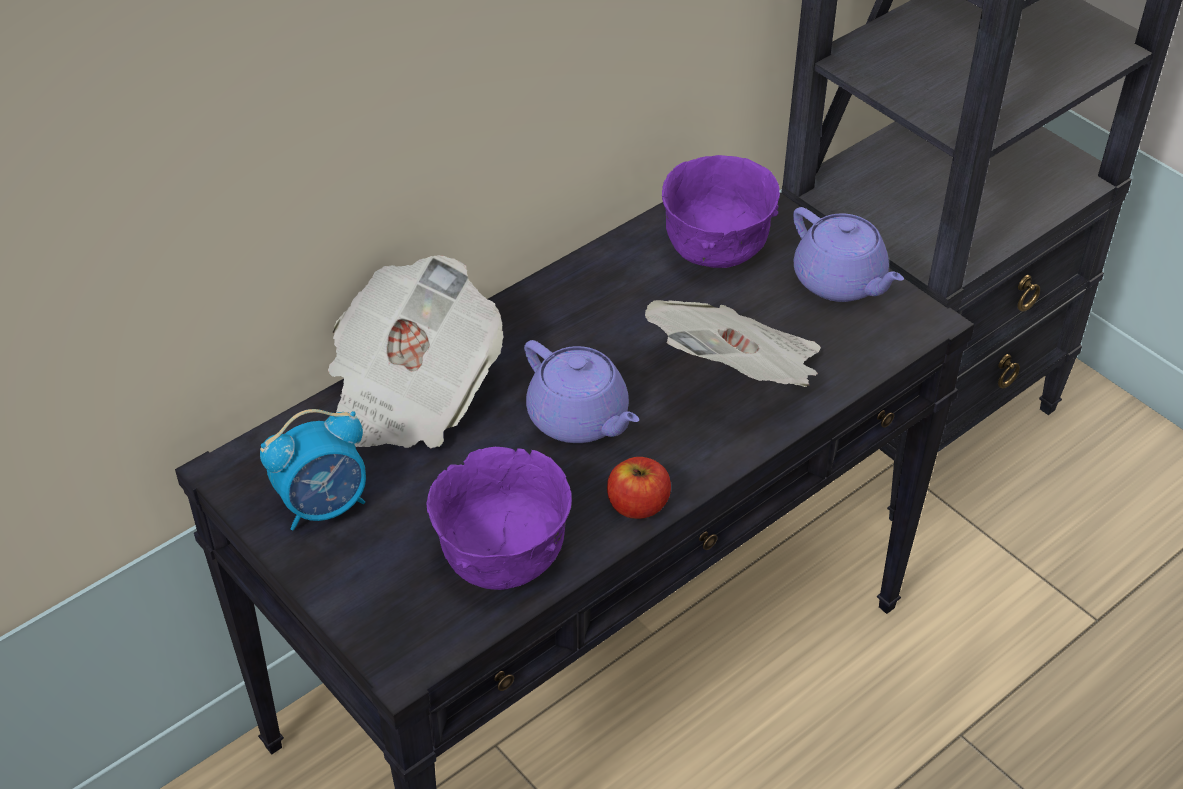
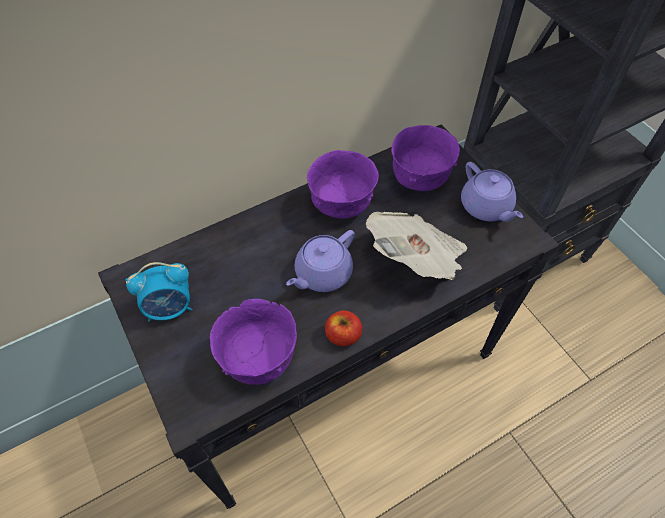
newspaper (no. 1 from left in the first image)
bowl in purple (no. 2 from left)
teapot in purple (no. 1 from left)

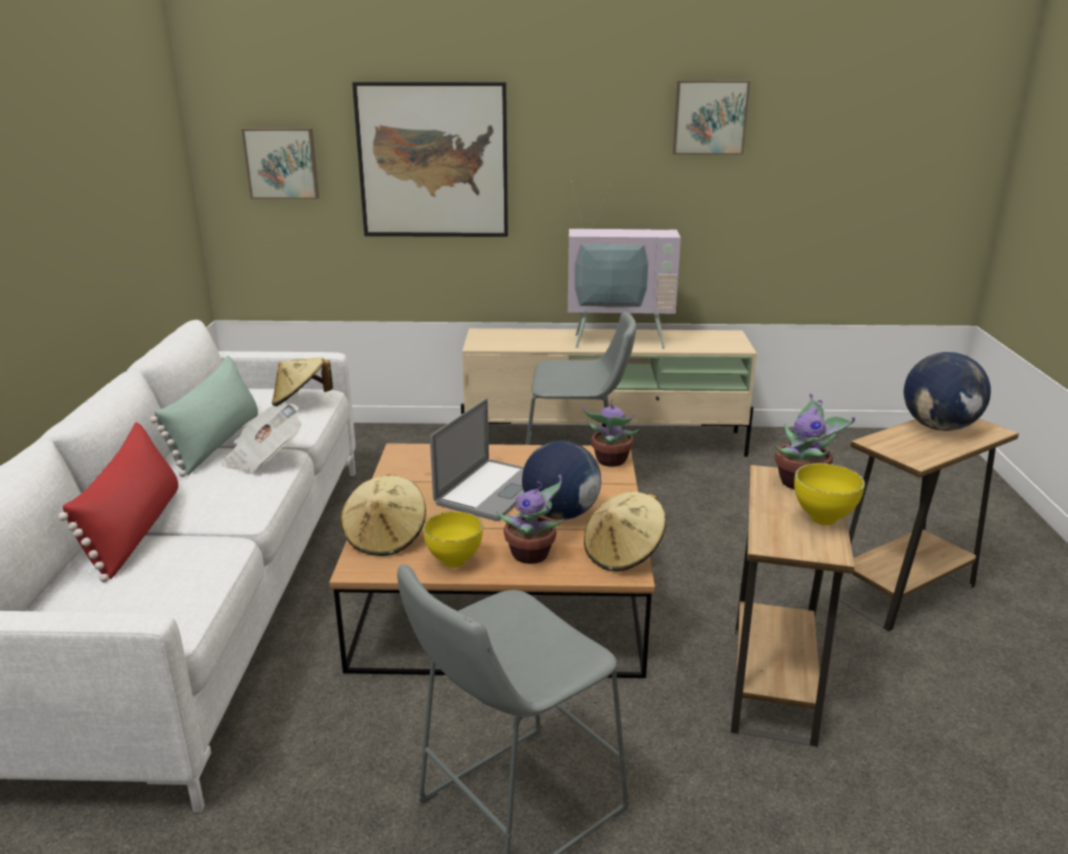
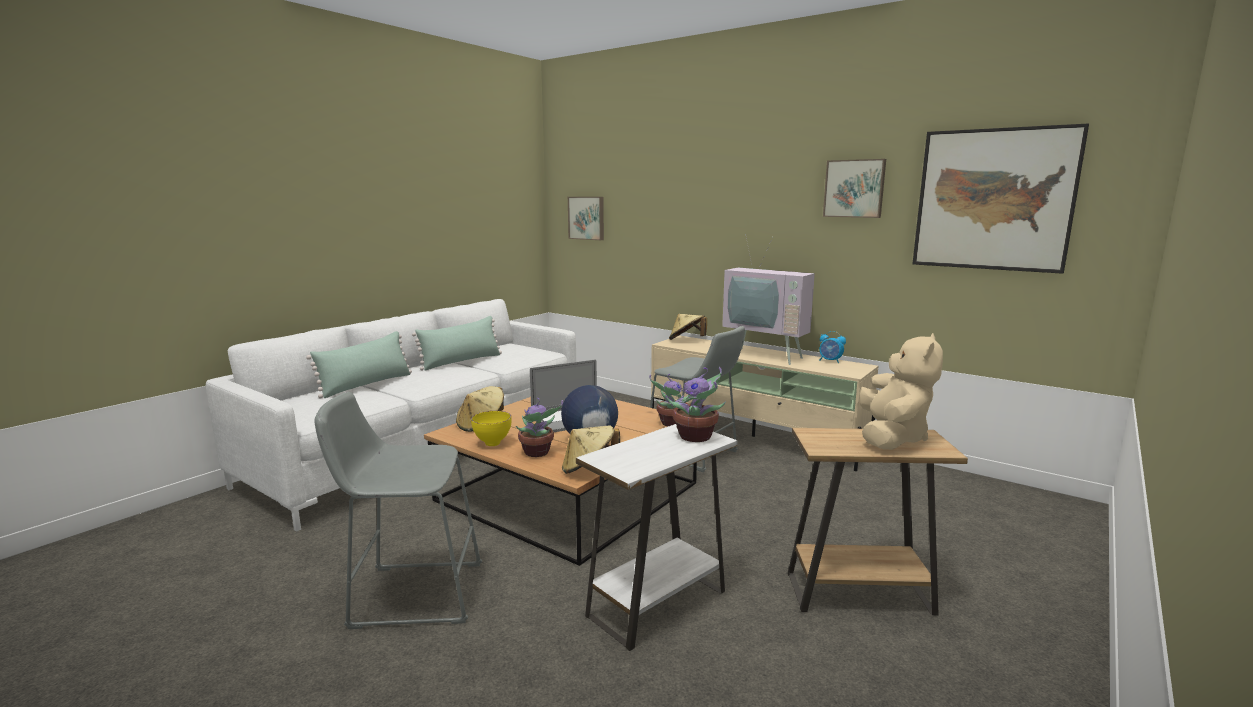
newspaper
bowl in yellow (no. 2 from left in the first image)
alarm clock
hat in beige (no. 3 from left)
picture (no. 3 from left)
plush toy in beige
pillow in green (no. 1 from left)
side table in white

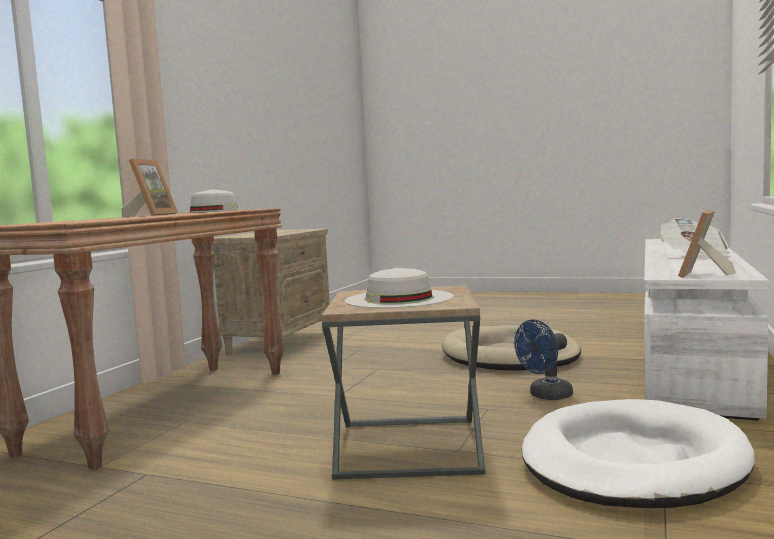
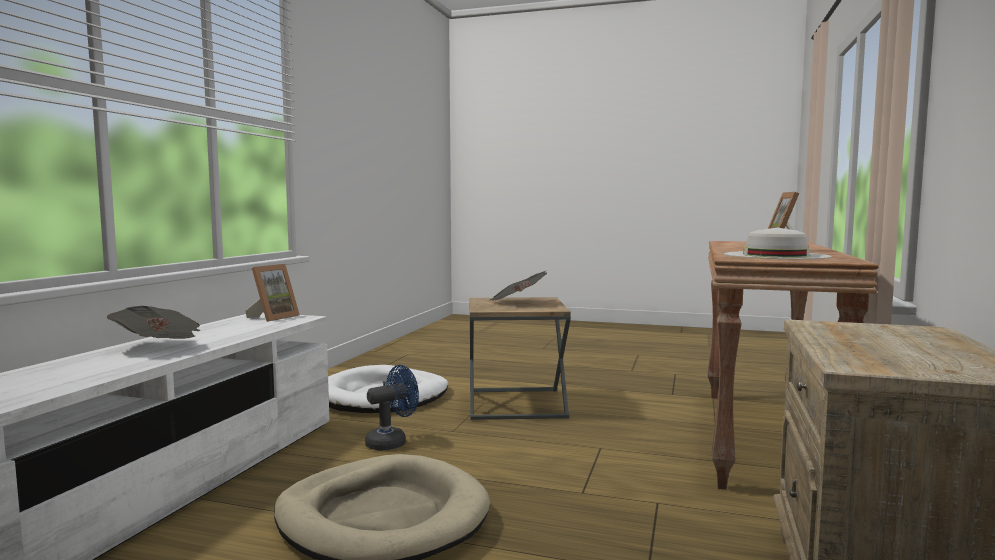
newspaper (no. 2 from left)

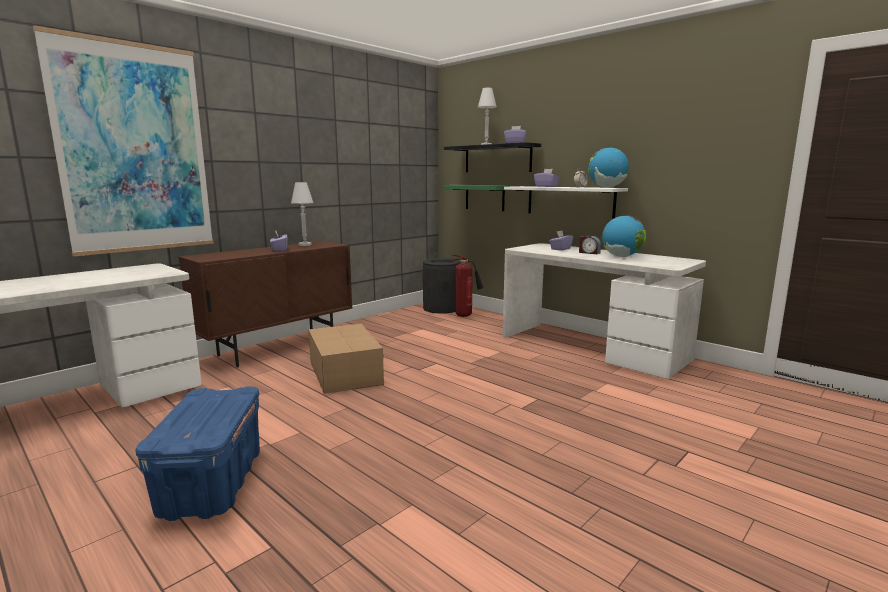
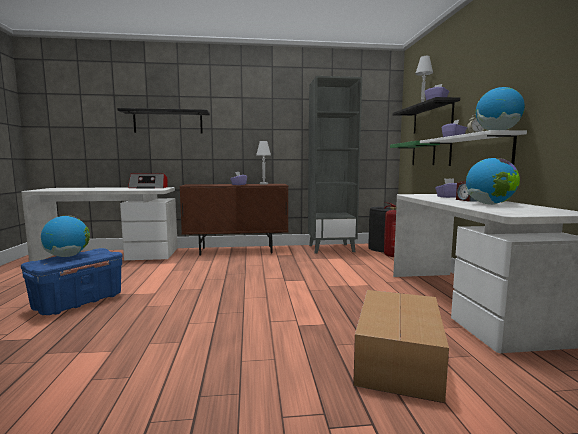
globe (no. 1 from left)
radio
bookcase in grey
cardboard box
shelf in black (no. 1 from left)

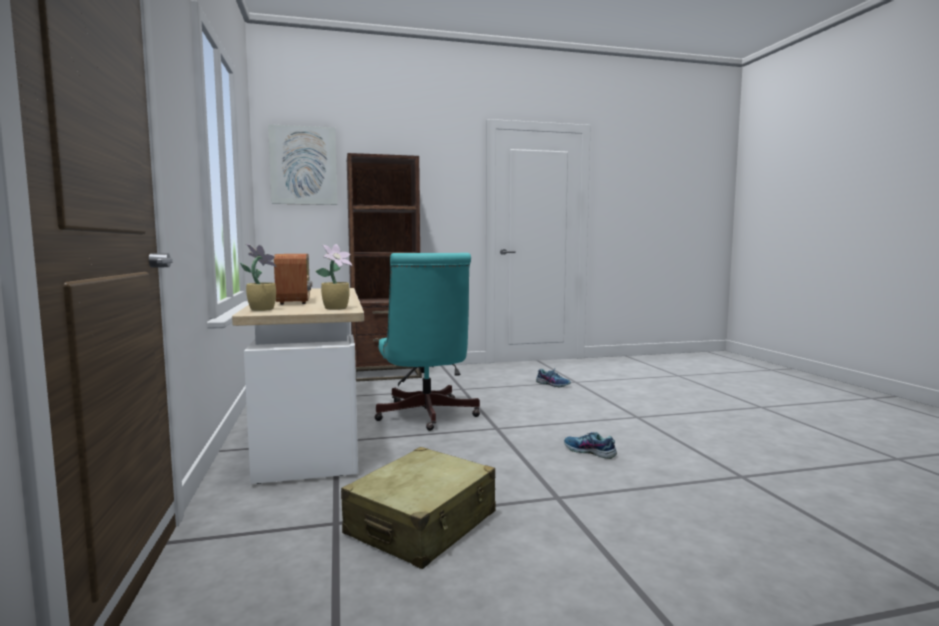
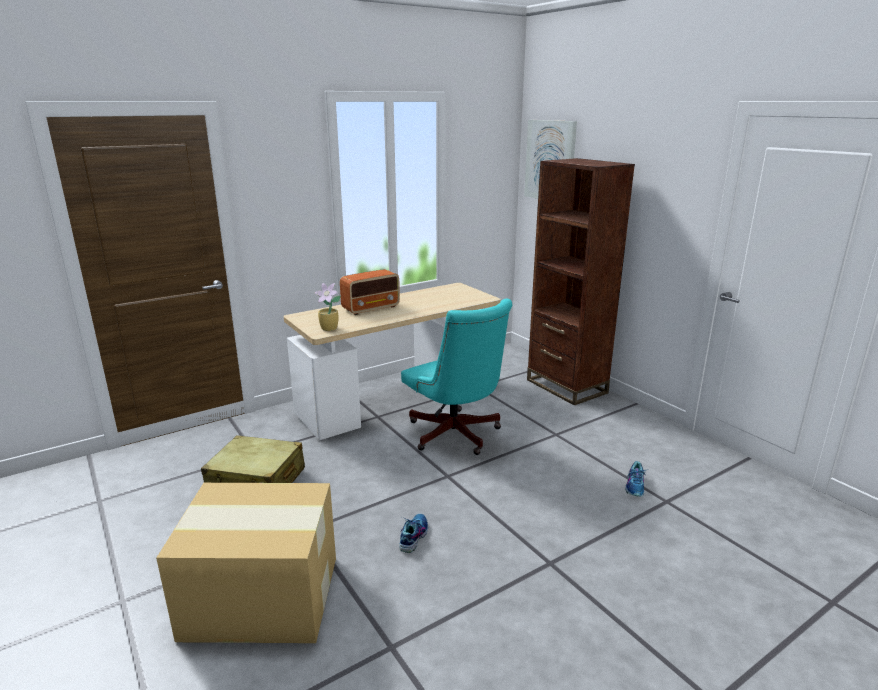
potted plant (no. 1 from left in the first image)
cardboard box
office chair in turquoise

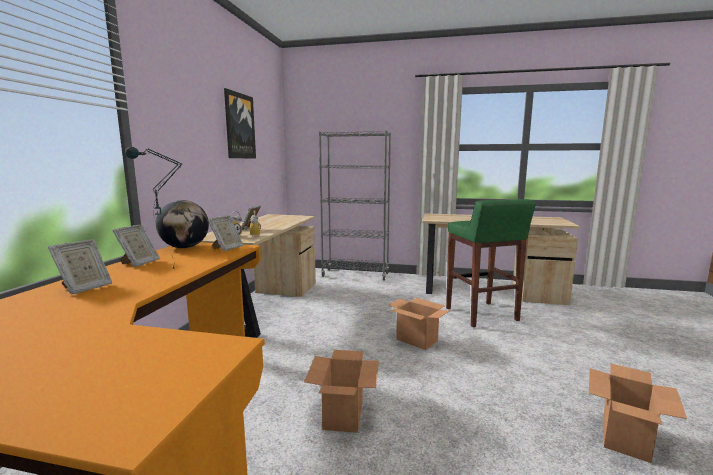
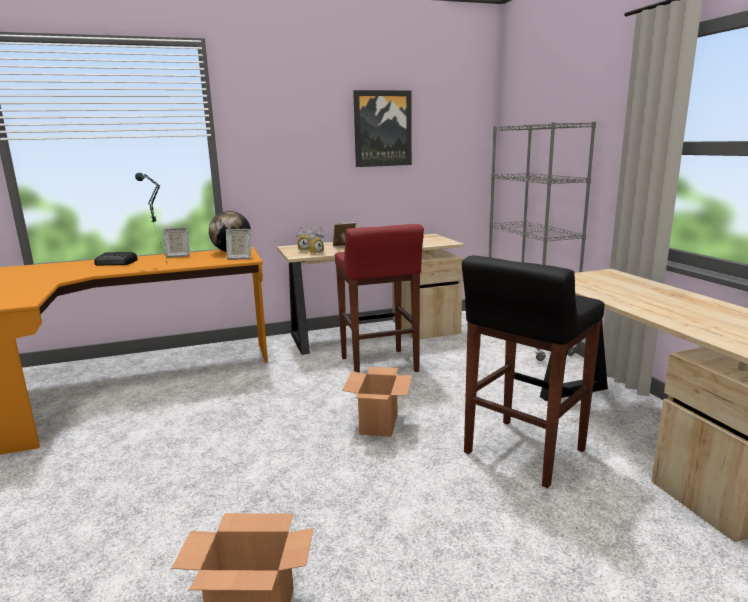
cardboard box (no. 1 from left in the first image)
stool in red
radio
stool in black

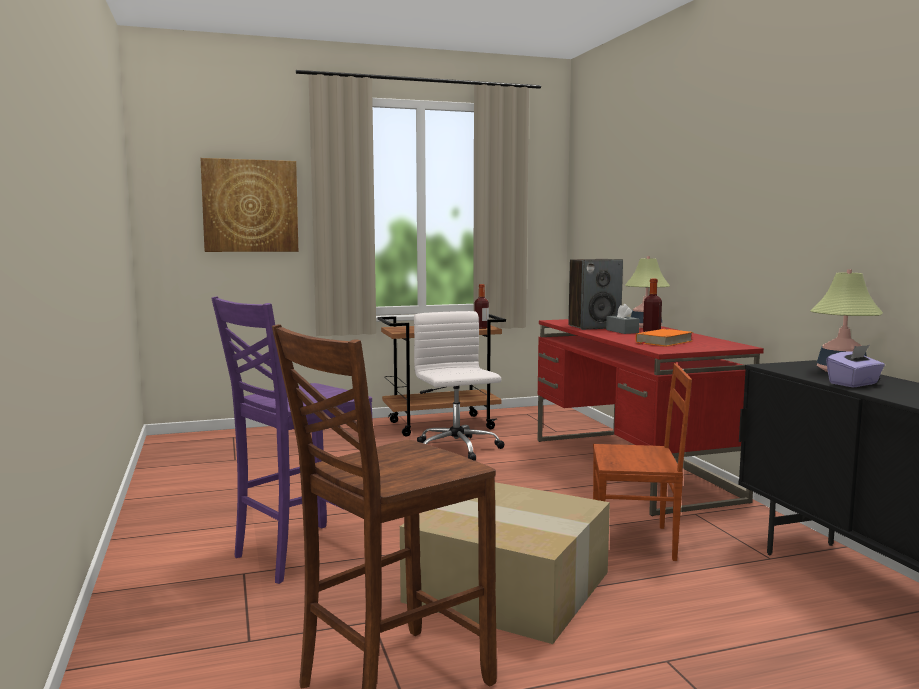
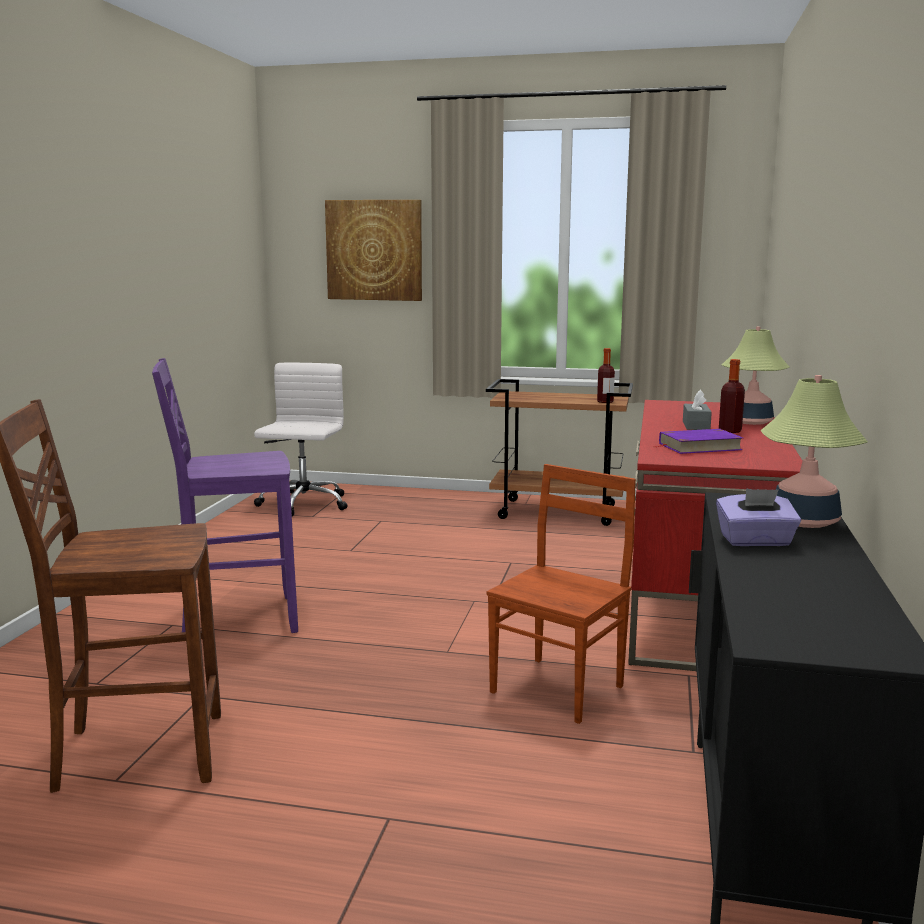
cardboard box
speaker
office chair in white
book in purple
chair in brown (no. 2 from left)

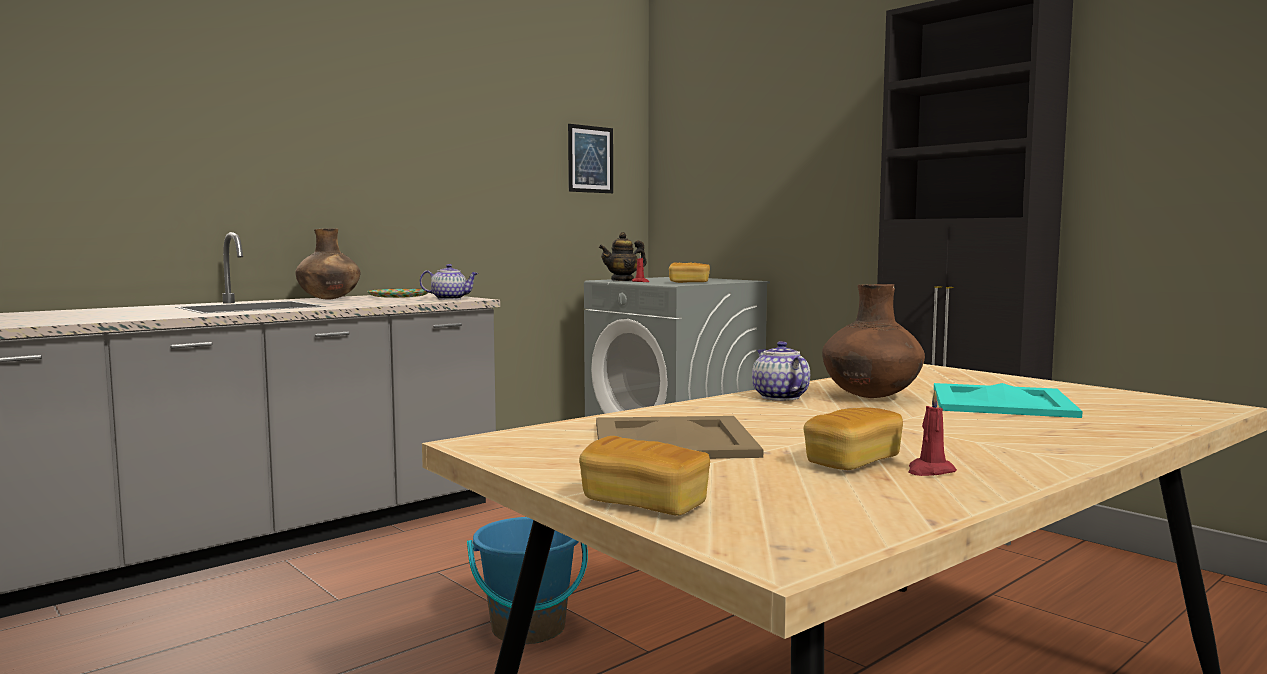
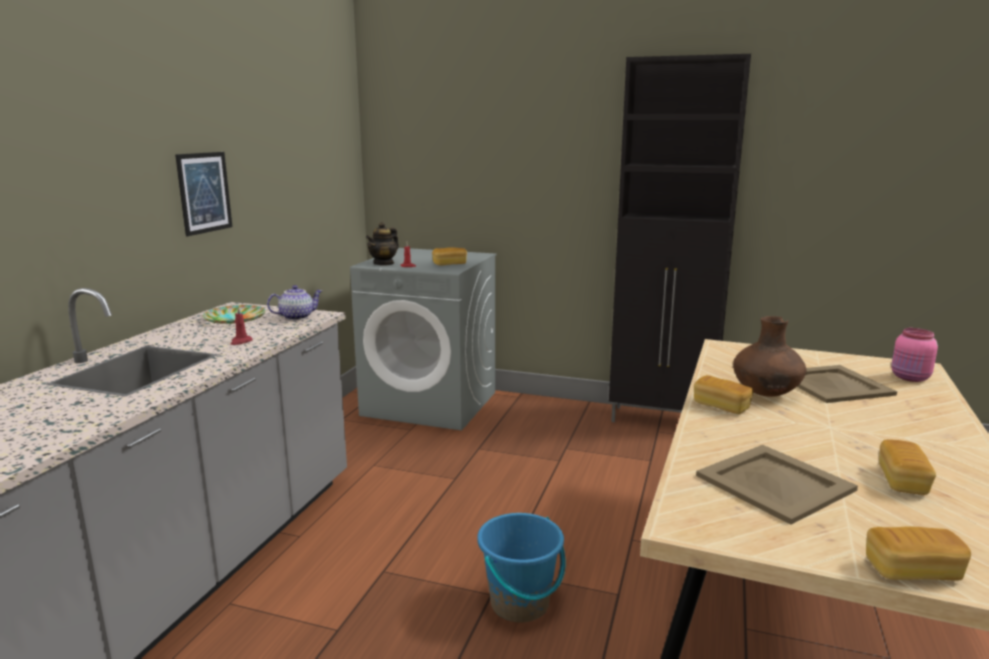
vase in brown (no. 1 from left in the first image)
jar in pink
picture
candle in red (no. 1 from left)
bread (no. 2 from left)
tray in beige (no. 2 from left)

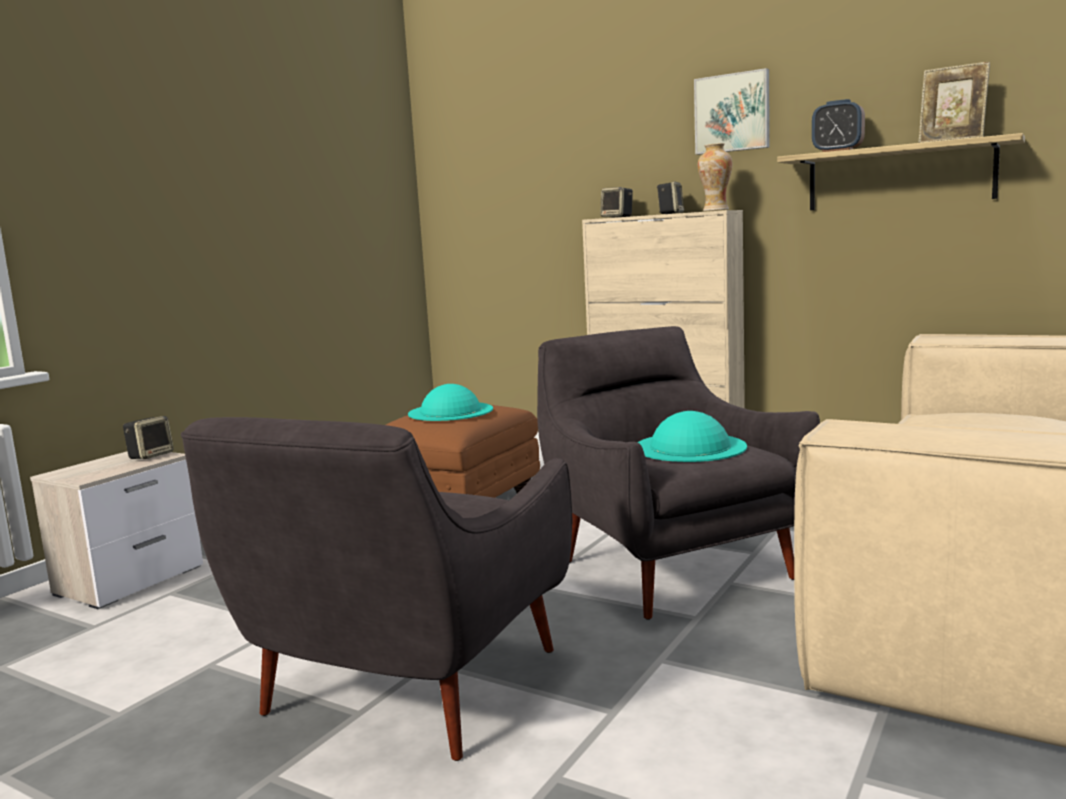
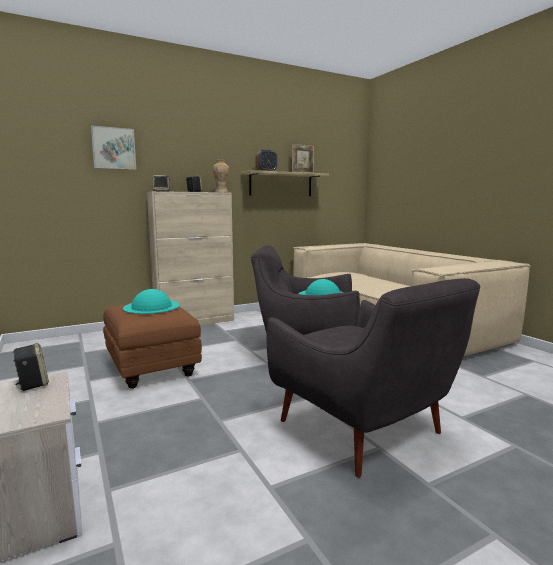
picture

